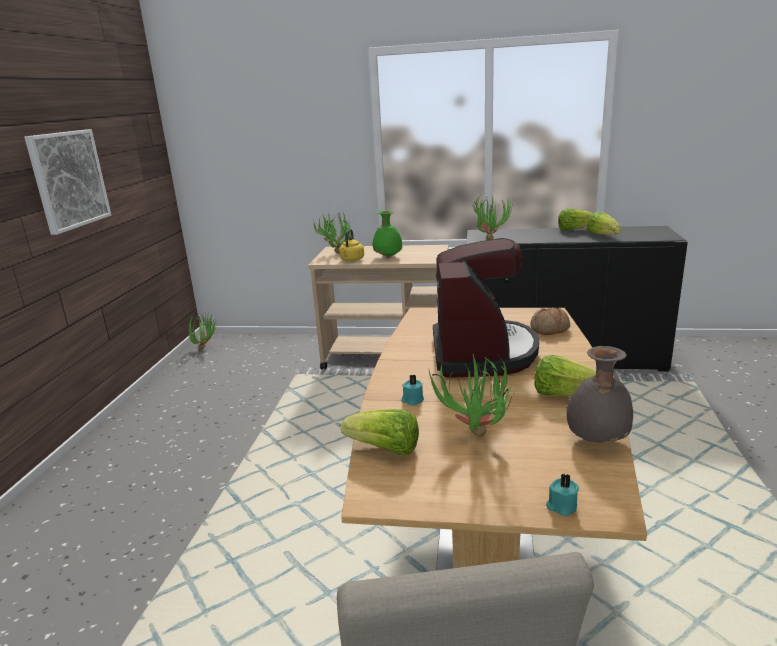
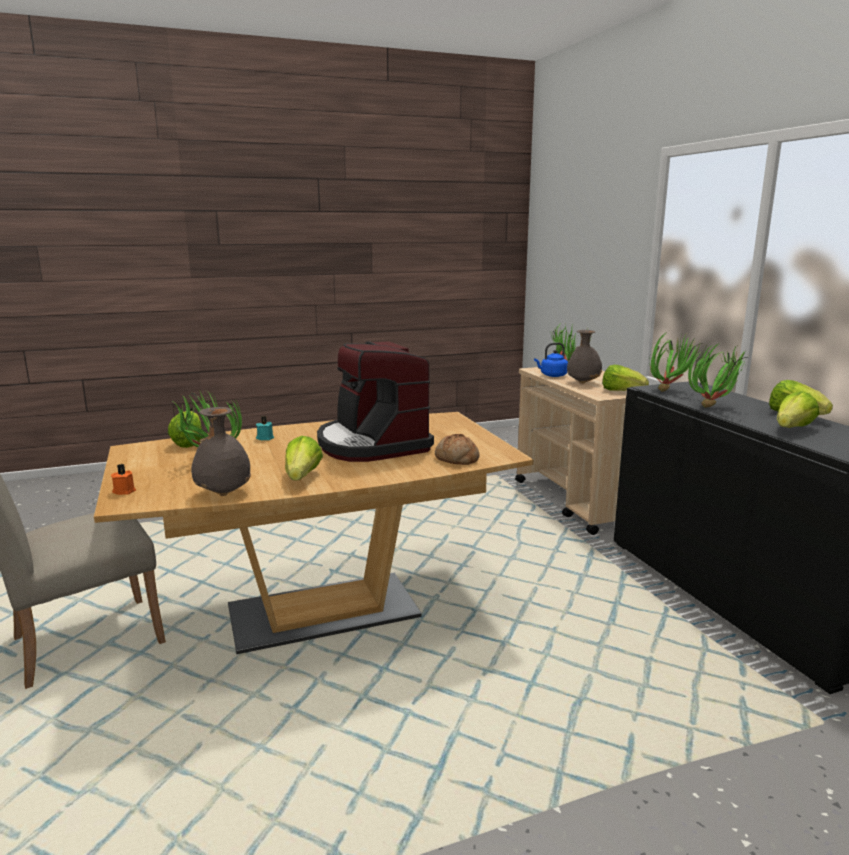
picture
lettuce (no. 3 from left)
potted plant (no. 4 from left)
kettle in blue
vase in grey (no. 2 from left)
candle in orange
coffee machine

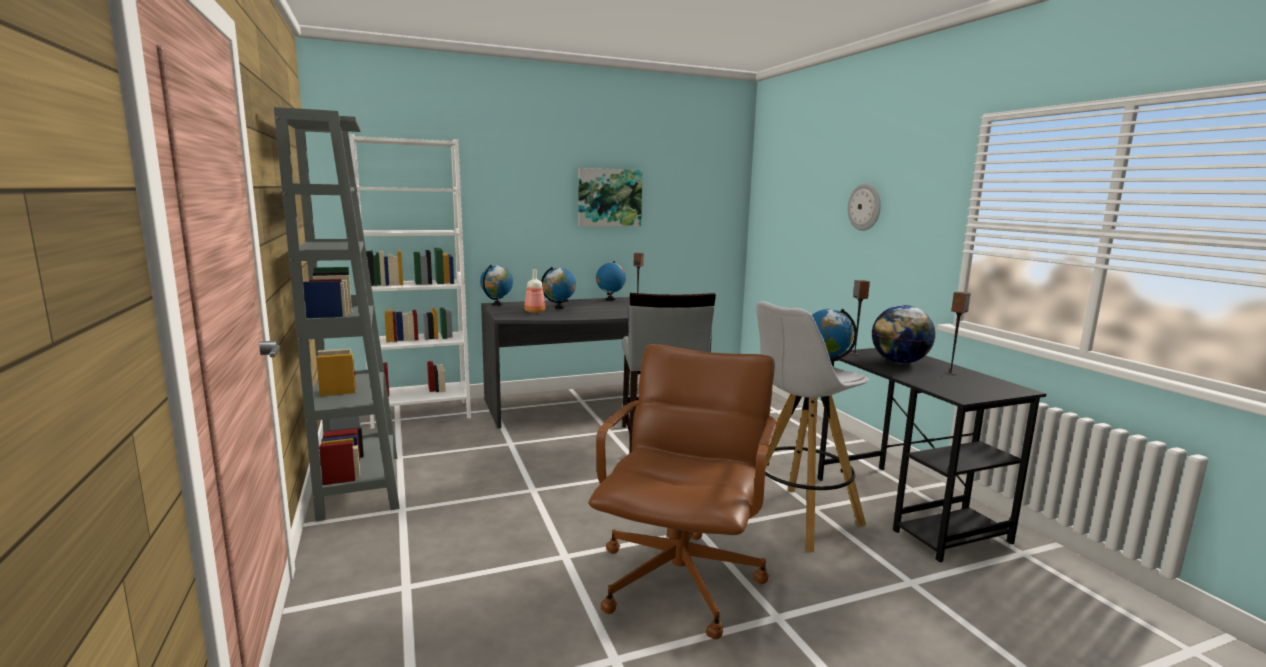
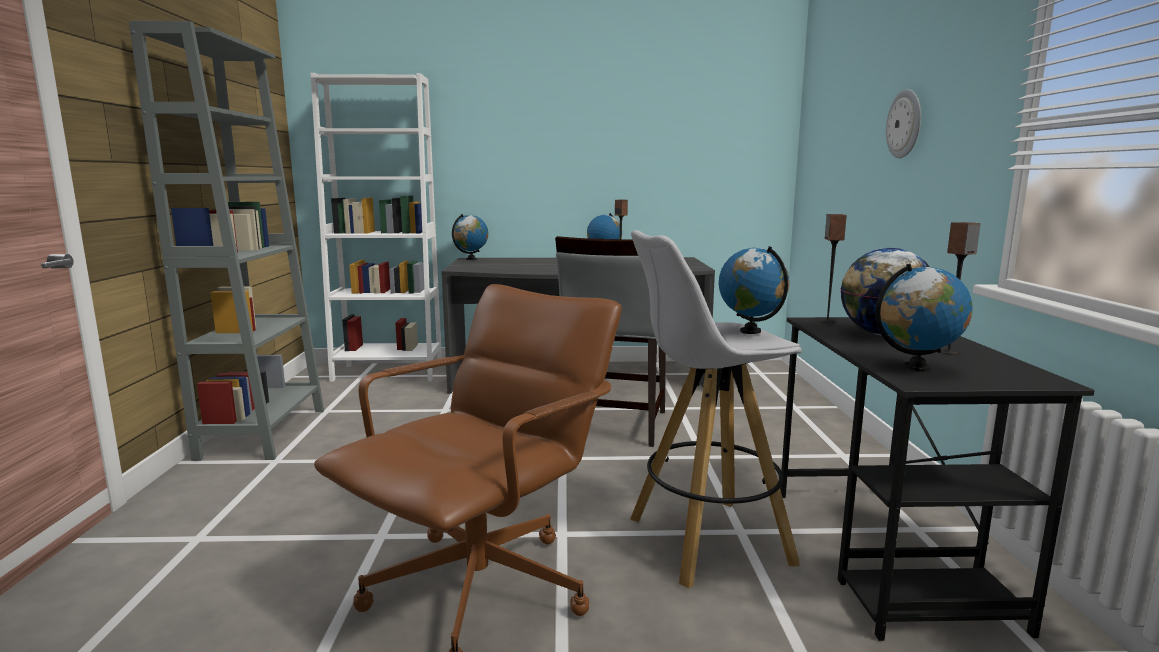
bottle
picture
globe (no. 5 from left)

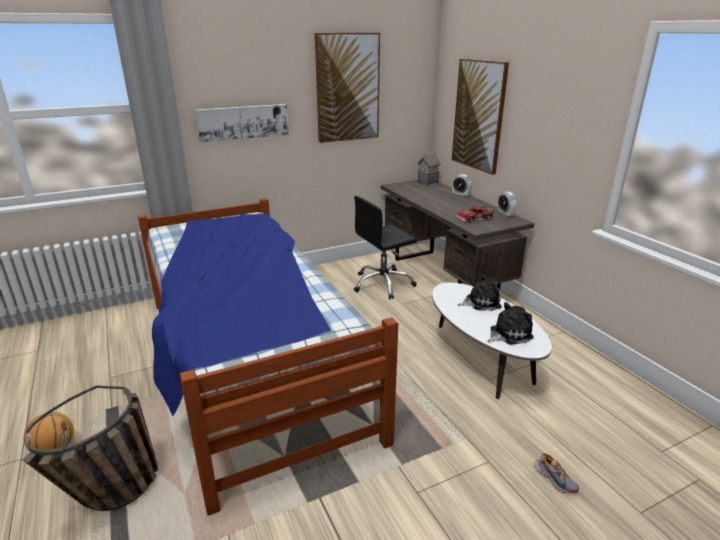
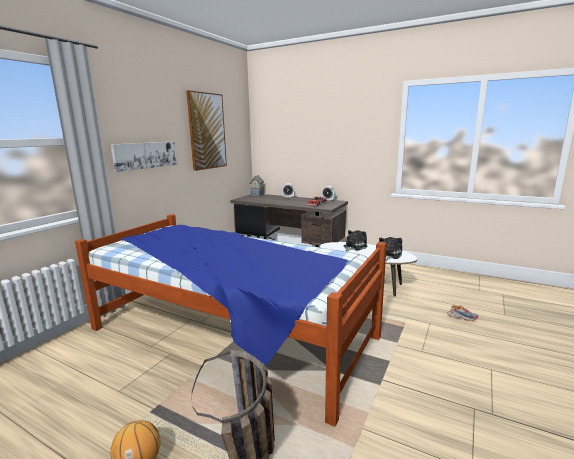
picture (no. 3 from left in the first image)

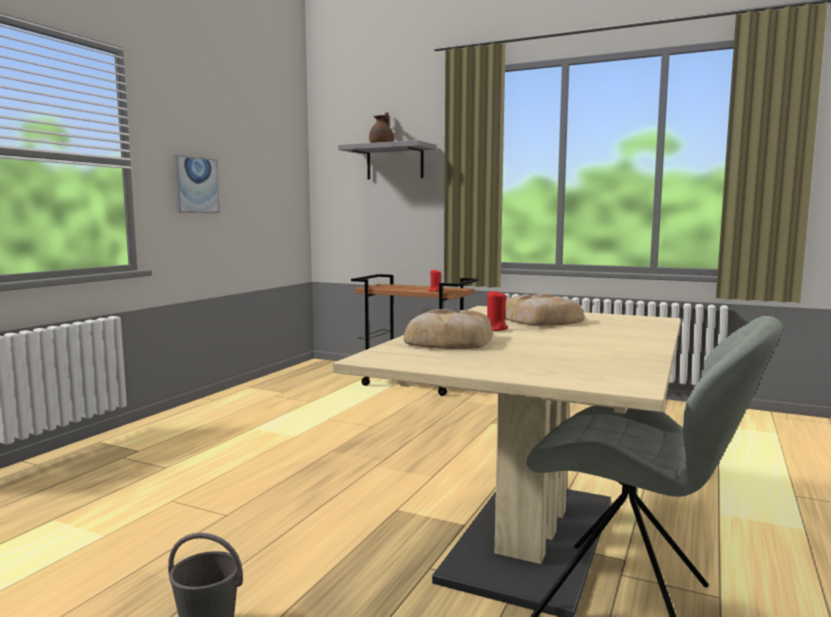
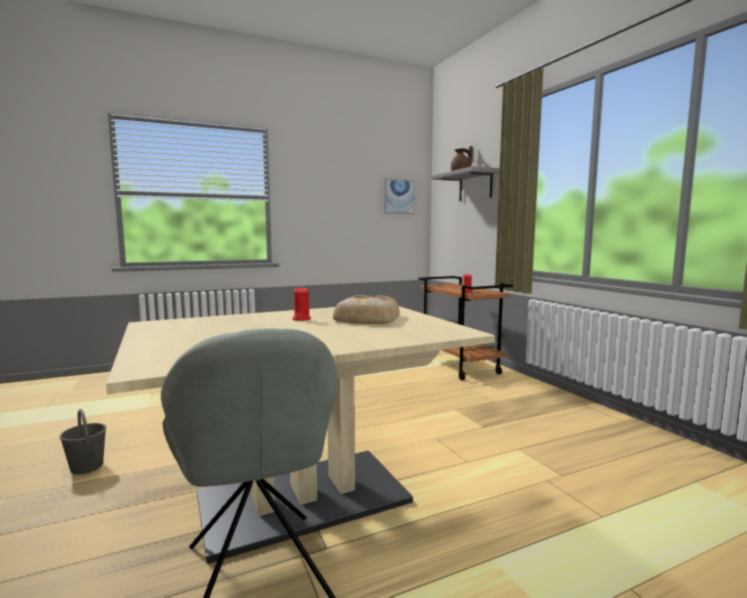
bread (no. 1 from left in the first image)
picture

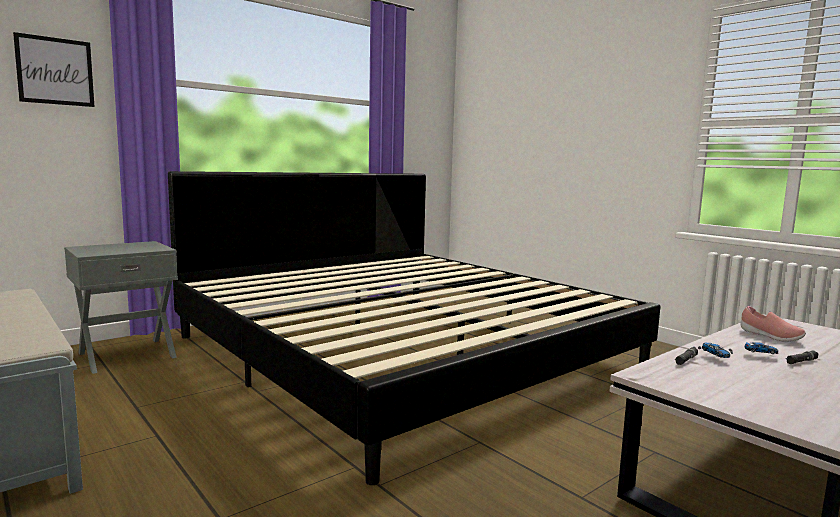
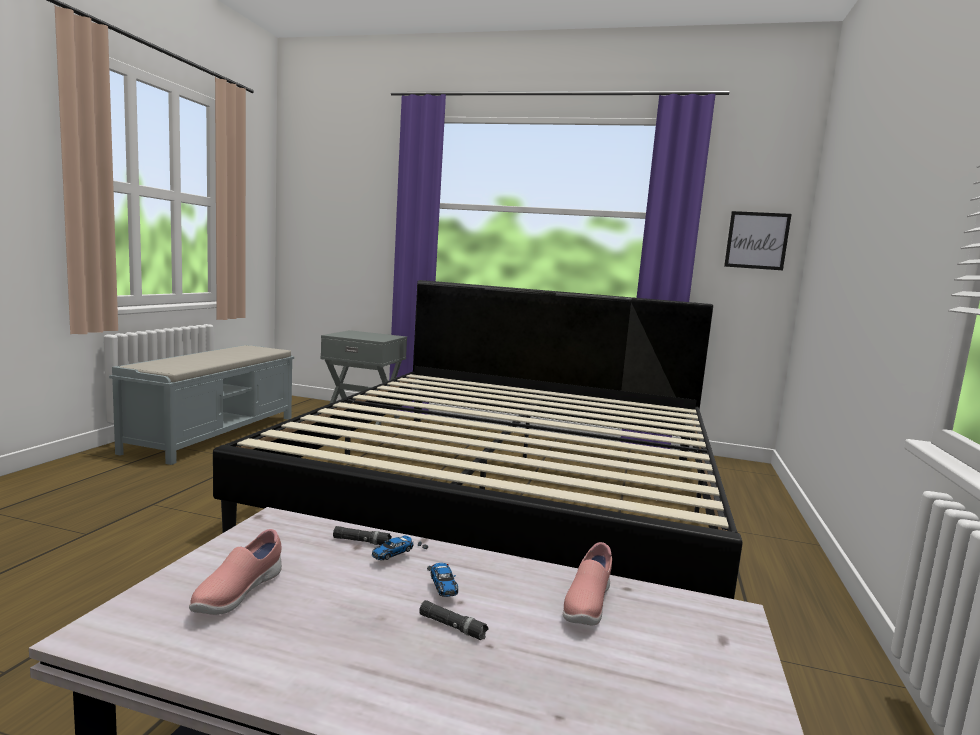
shoe in pink (no. 1 from left)
picture

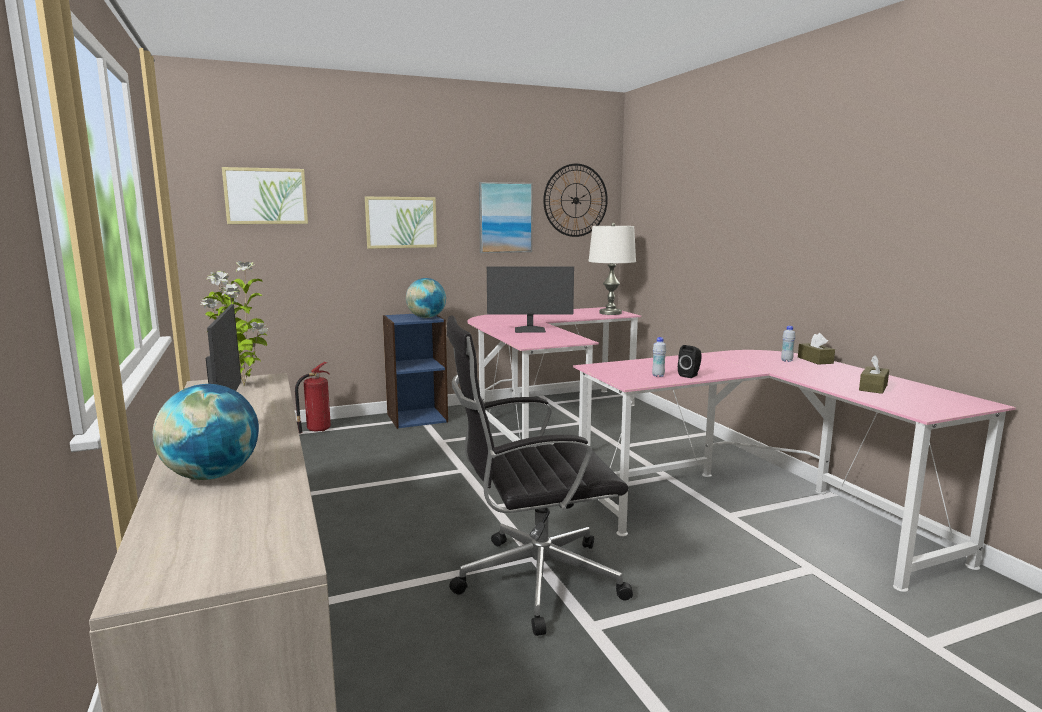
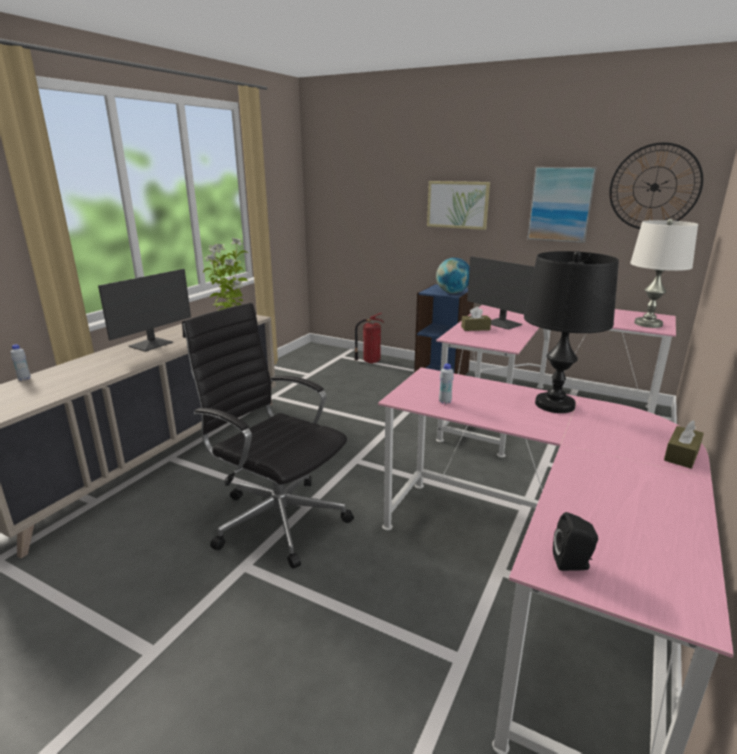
globe (no. 1 from left in the first image)
picture (no. 1 from left in the first image)
table lamp in black
speaker in black
bottle in white (no. 1 from left)
tissue box in brown (no. 1 from left)

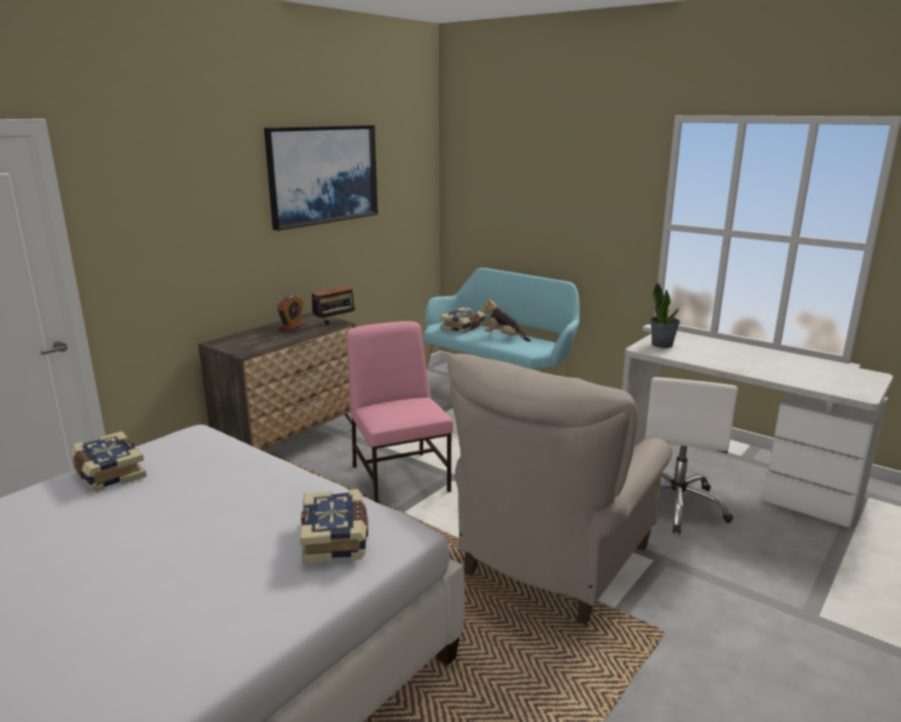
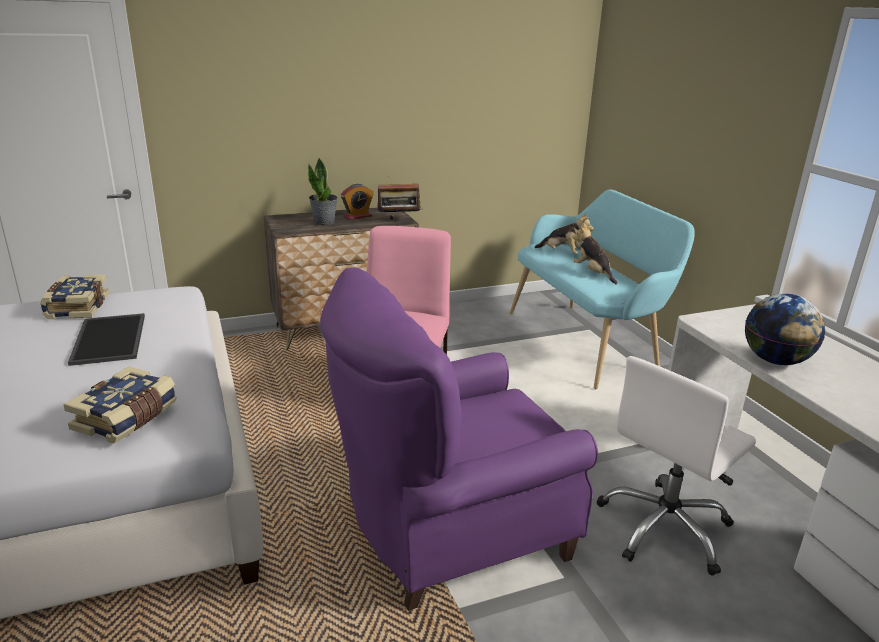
picture
tray
globe
potted plant
plush toy (no. 1 from left)
armchair in purple

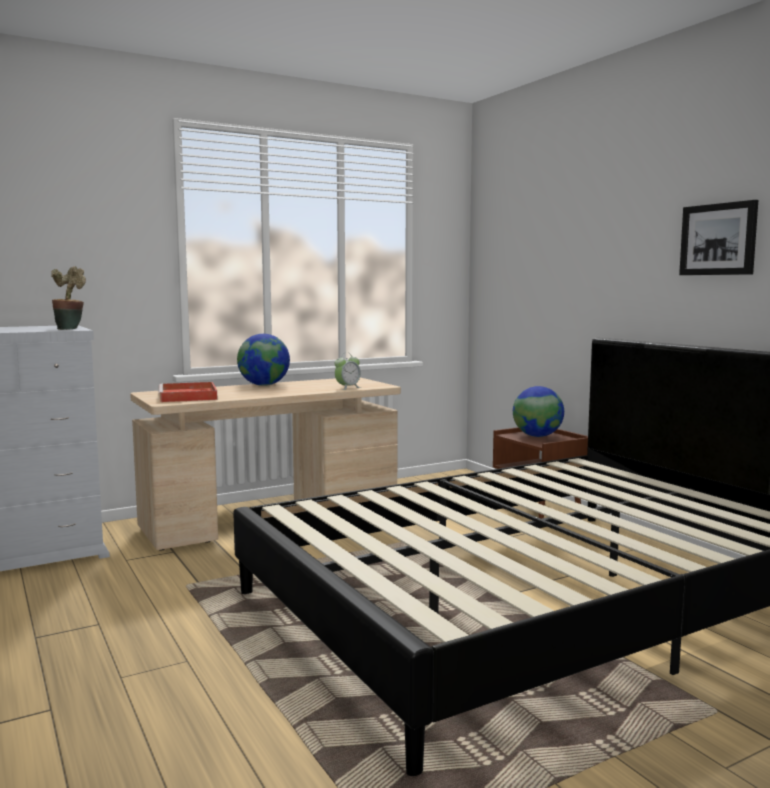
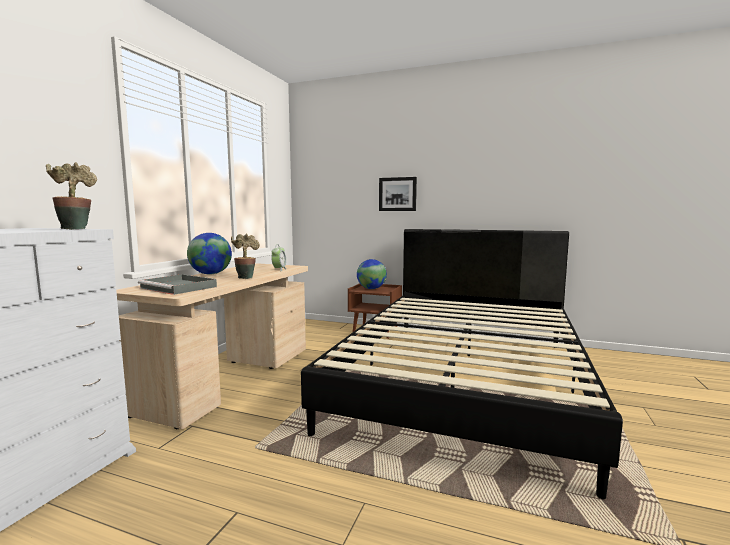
potted plant (no. 2 from left)
picture
tray in grey

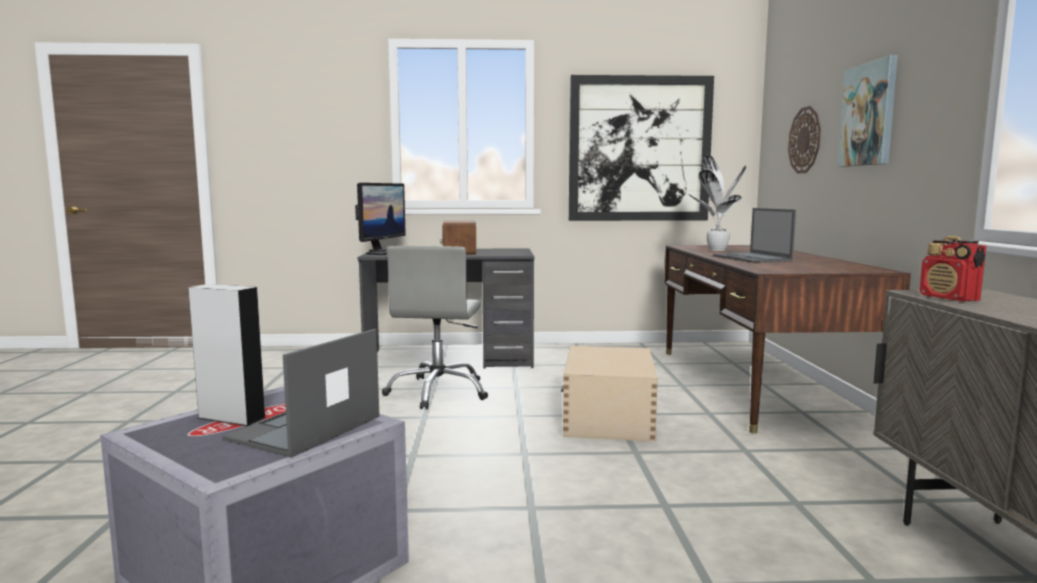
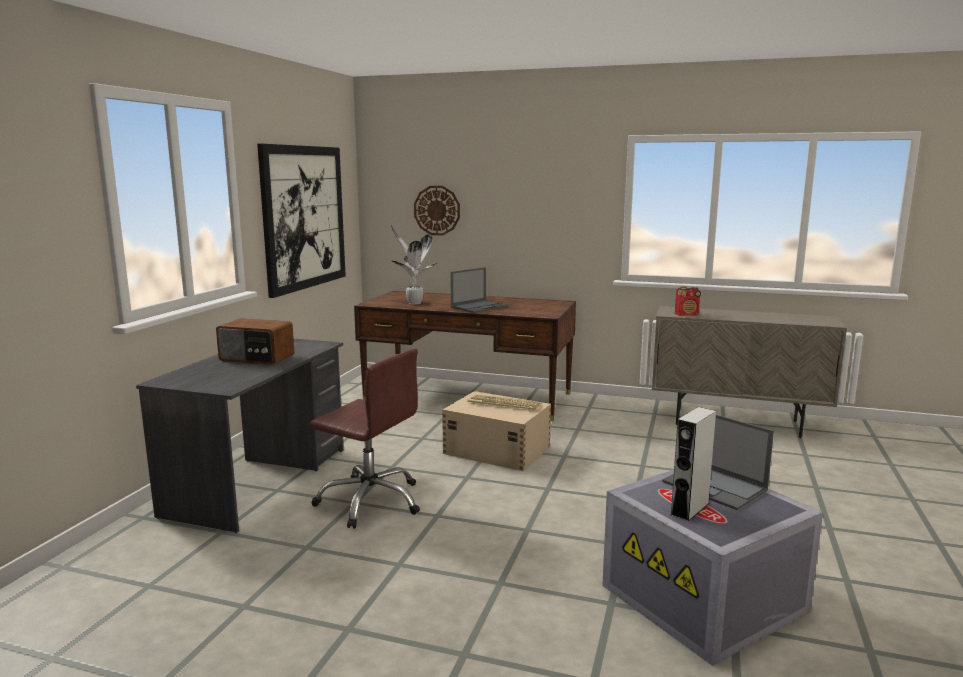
monitor
picture (no. 2 from left in the first image)
keyboard
office chair in brown
laptop (no. 1 from left)

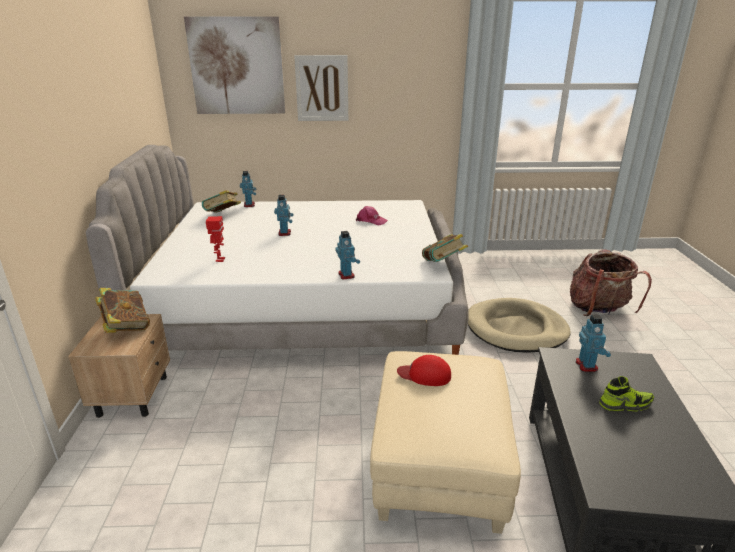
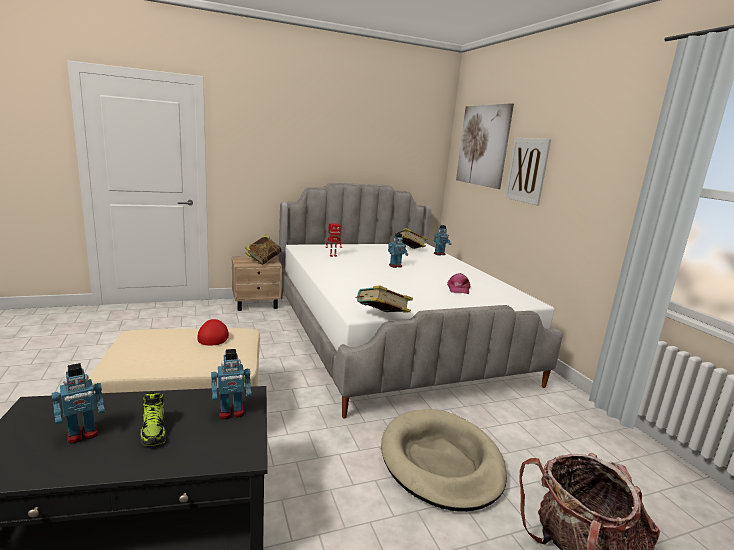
toy robot (no. 1 from left)

